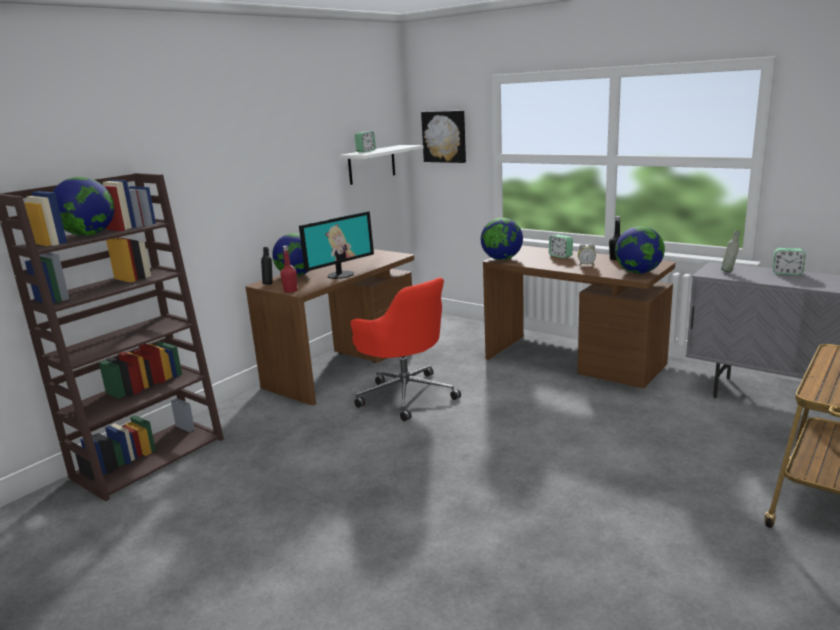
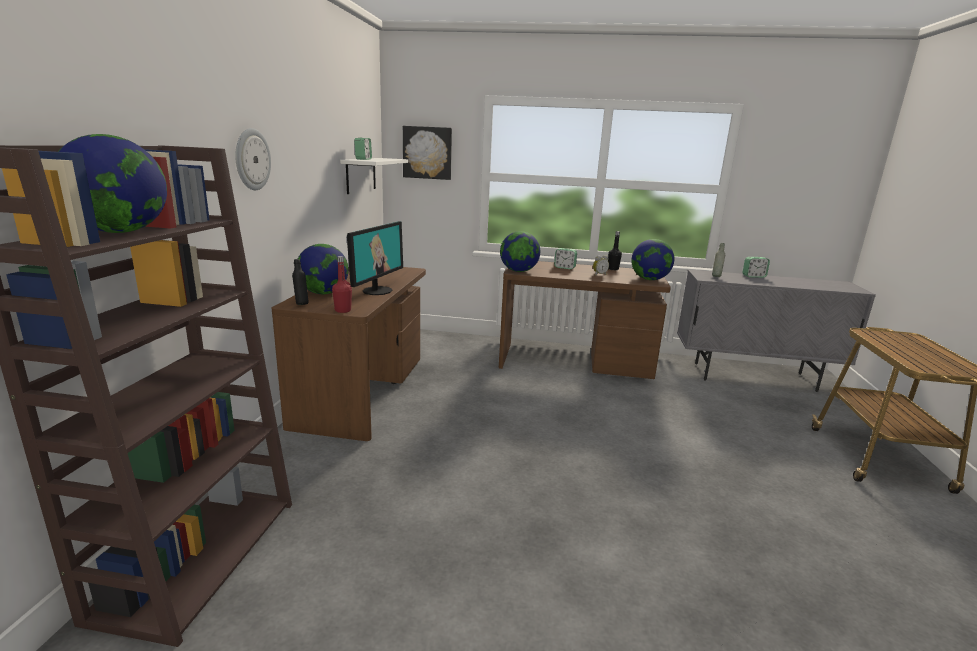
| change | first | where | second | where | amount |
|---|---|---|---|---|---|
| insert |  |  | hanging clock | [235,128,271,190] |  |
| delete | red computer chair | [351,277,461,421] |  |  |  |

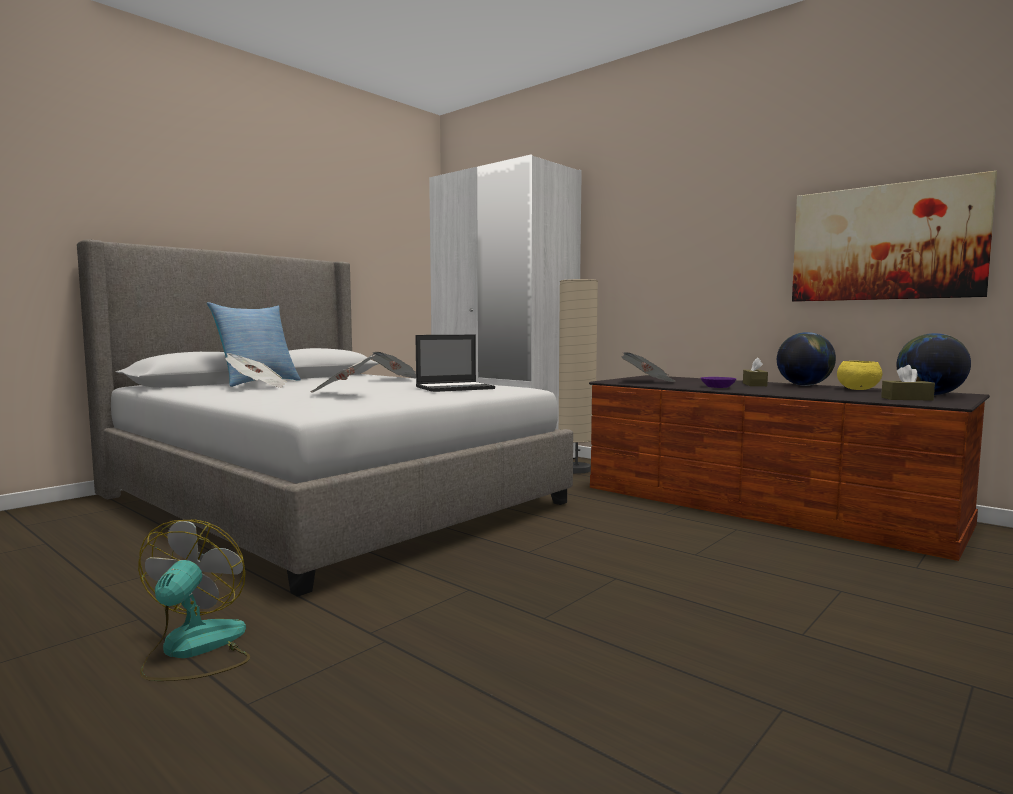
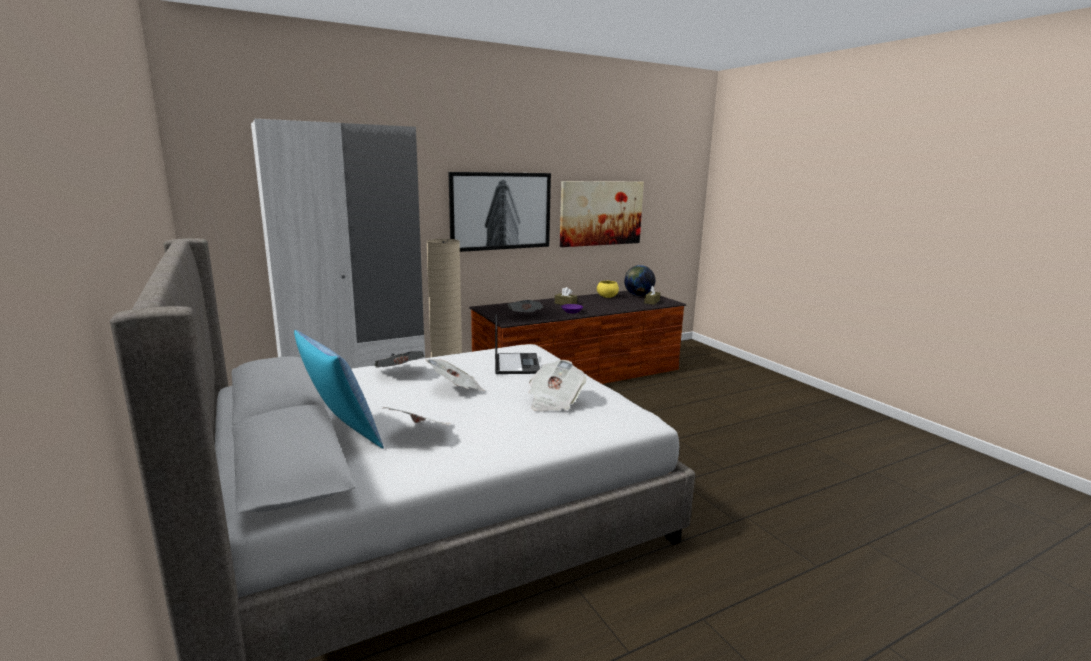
| change | first | where | second | where | amount |
|---|---|---|---|---|---|
| insert |  |  | newspaper | [425,359,485,391] |  |
| insert |  |  | wall picture | [449,172,551,252] |  |
| delete | cooling fan | [138,520,250,681] |  |  |  |
| delete | desk globe | [777,332,836,386] |  |  |  |

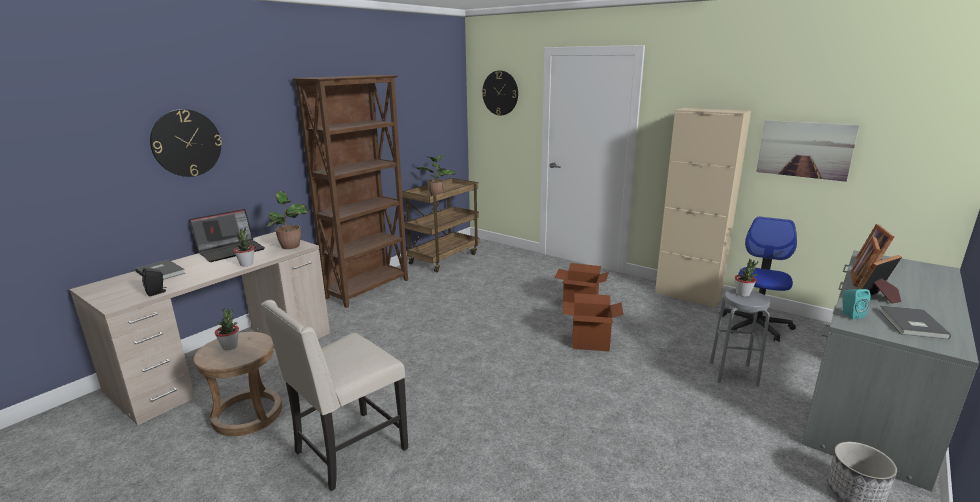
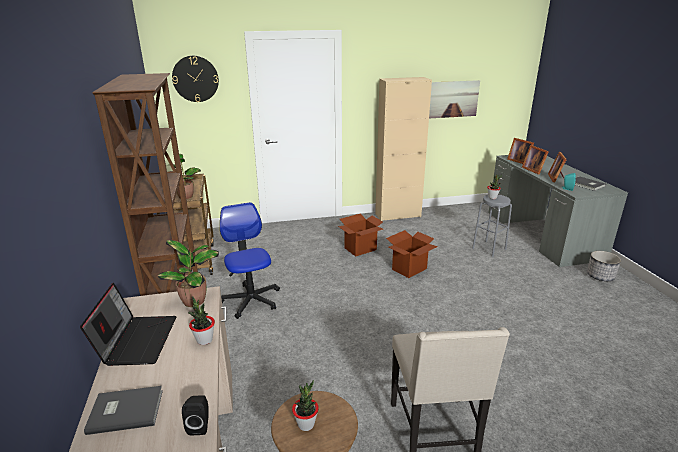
| change | first | where | second | where | amount |
|---|---|---|---|---|---|
| move | computer chair | [719,217,797,342] |  | [220,202,280,319] |  |
| delete | hanging clock | [150,109,222,177] |  |  |  |

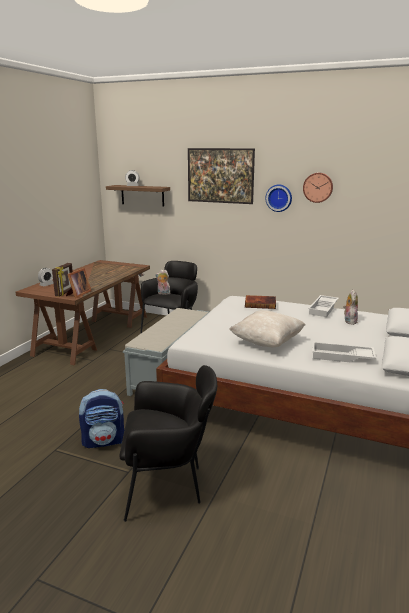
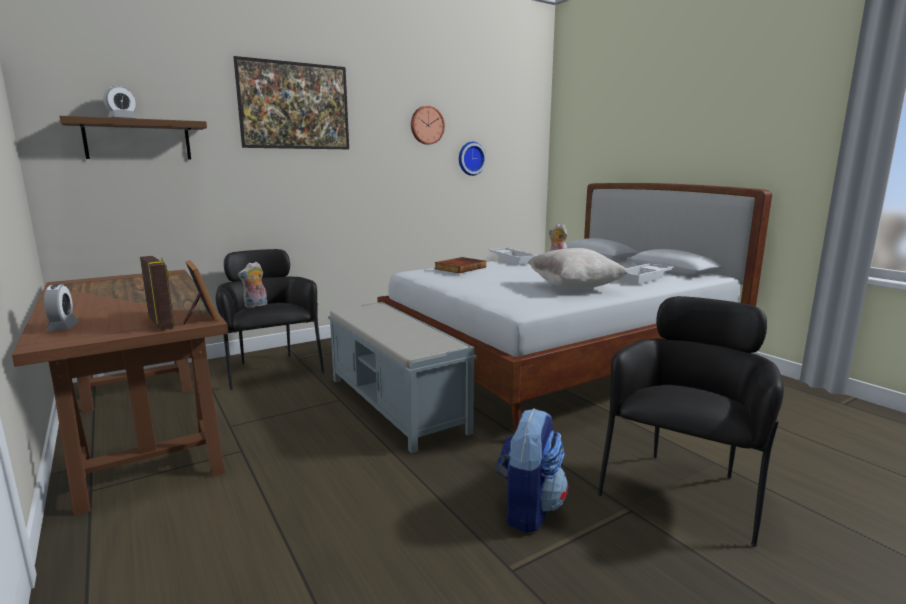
| change | first | where | second | where | amount |
|---|---|---|---|---|---|
| move | hanging clock | [266,184,292,212] |  | [459,142,487,176] |  |

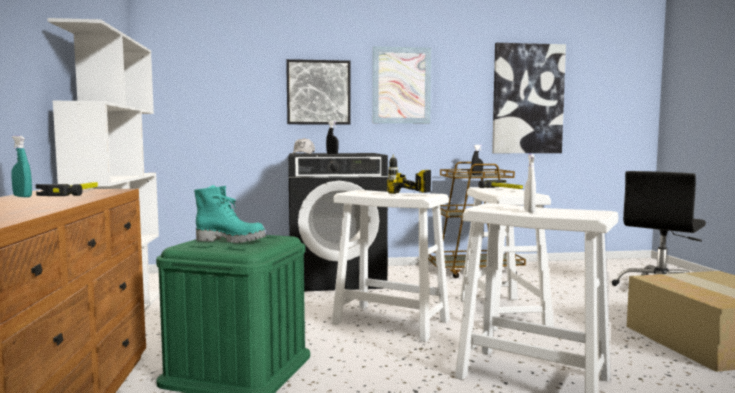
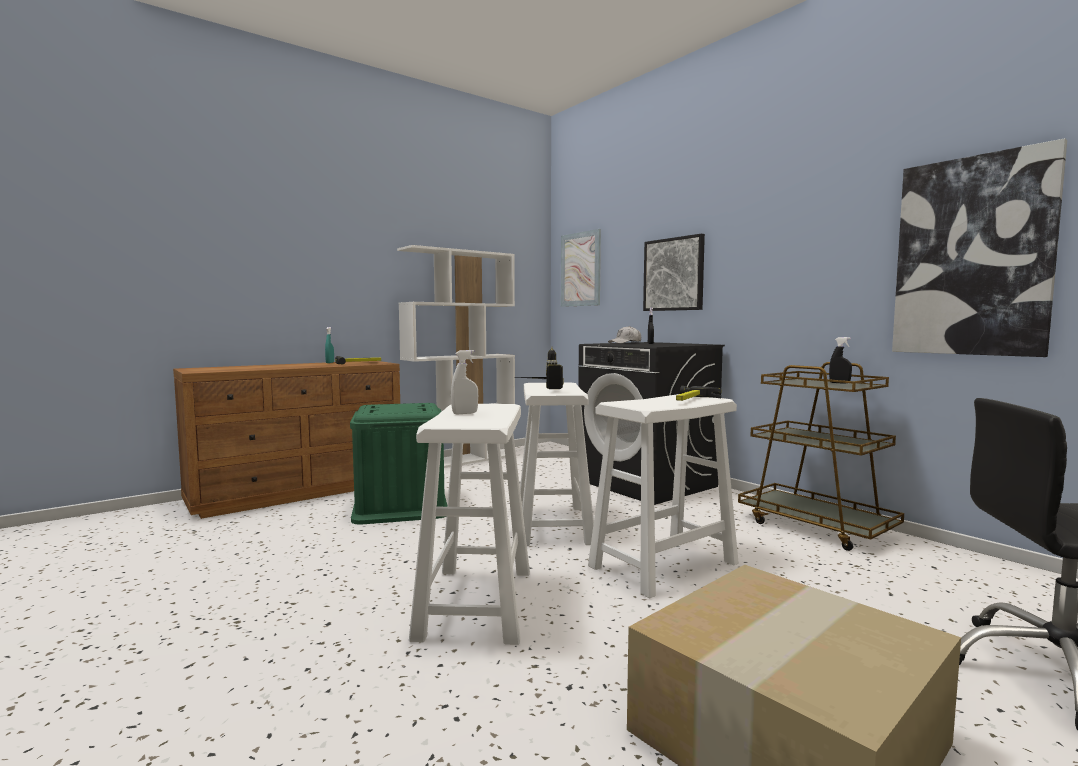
| change | first | where | second | where | amount |
|---|---|---|---|---|---|
| move | wall picture | [373,46,431,123] |  | [561,229,601,307] |  |
| delete | blue-green boot | [194,185,266,243] |  |  |  |

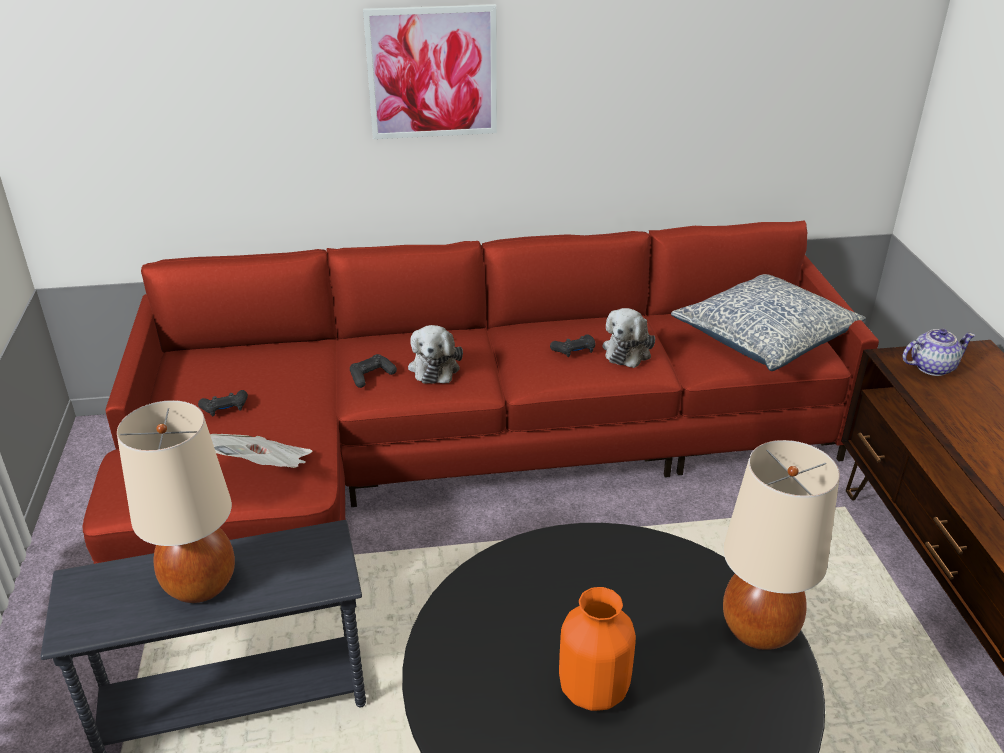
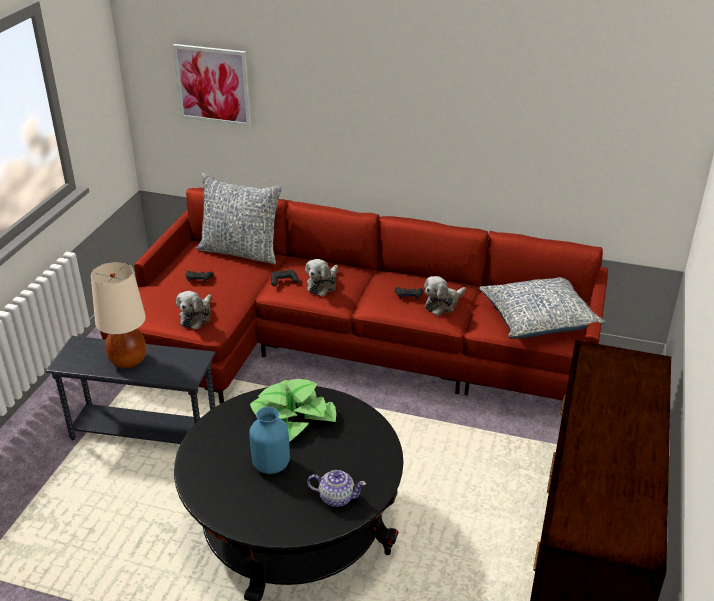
| change | first | where | second | where | amount |
|---|---|---|---|---|---|
| move | wall picture | [363,4,497,139] |  | [173,44,251,127] |  |
| replace | newspaper | [210,434,312,468] | soft toy | [176,291,211,329] |  |
| insert |  |  | cushion | [196,173,282,264] |  |
| recolor | orange-coloured vase | [559,587,636,711] | bluish vase | [249,407,290,474] |  |
| insert |  |  | plant in a pot | [250,379,336,442] |  |
| move | tea pot | [902,329,975,376] |  | [307,470,366,507] |  |
| delete | beige-coloured lamp for a table | [723,440,840,650] |  |  |  |

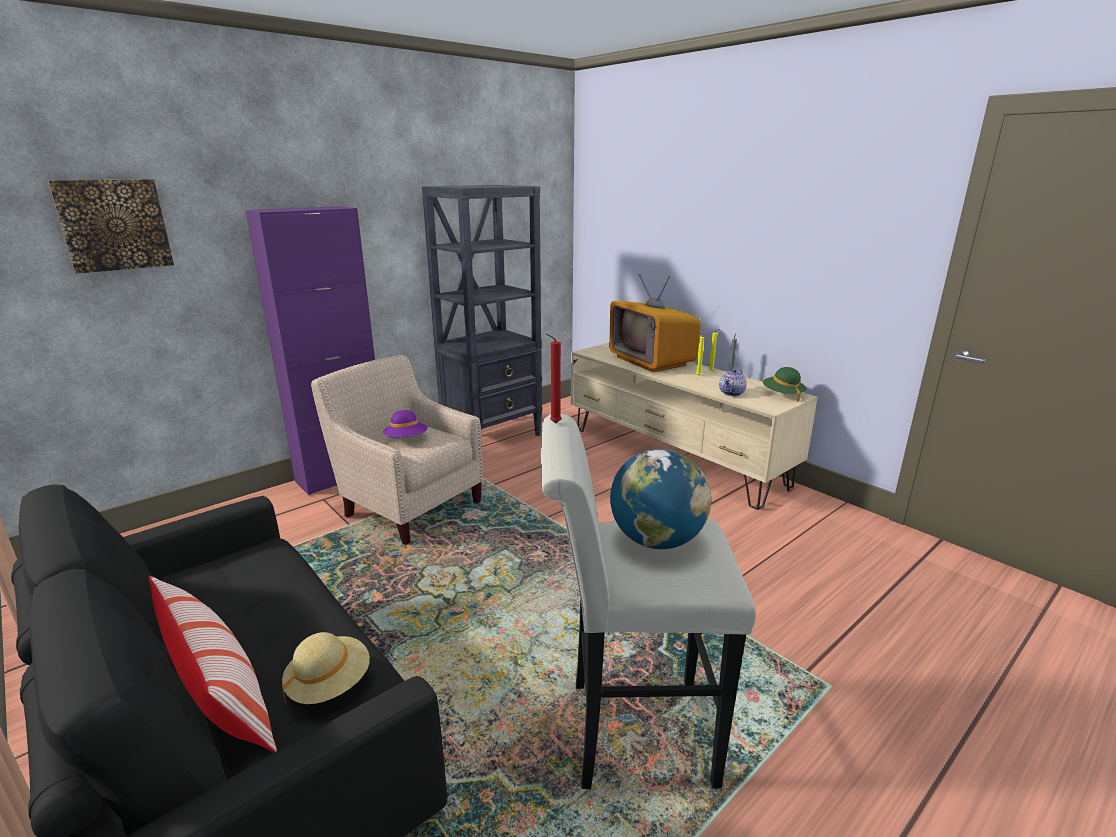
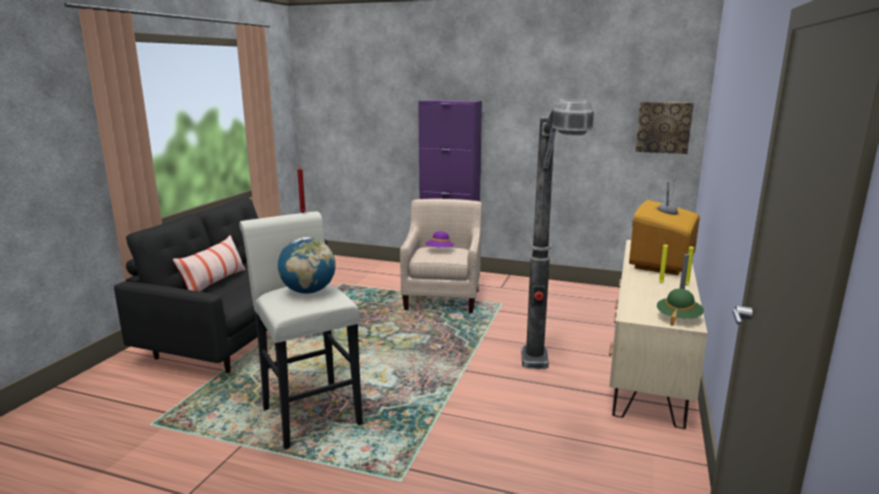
| change | first | where | second | where | amount |
|---|---|---|---|---|---|
| insert |  |  | floor lamp | [521,99,594,369] |  |
| move | wall picture | [48,179,174,274] |  | [635,102,694,154] |  |
| delete | beige-coloured wearable hat | [282,632,370,704] |  |  |  |
| delete | black bookcase | [422,185,543,436] |  |  |  |
| delete | tea pot | [719,369,747,396] |  |  |  |

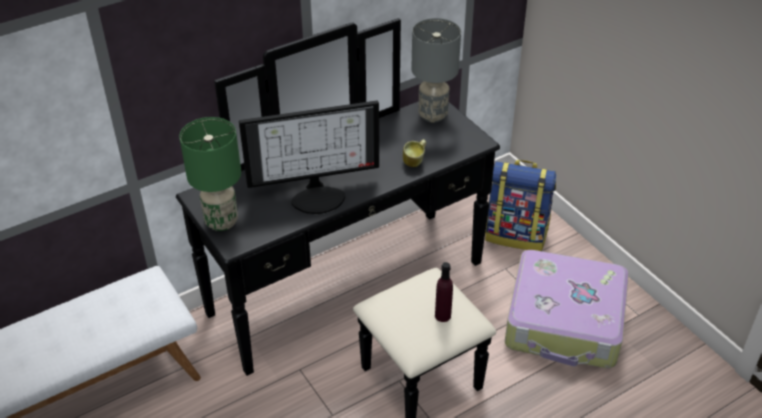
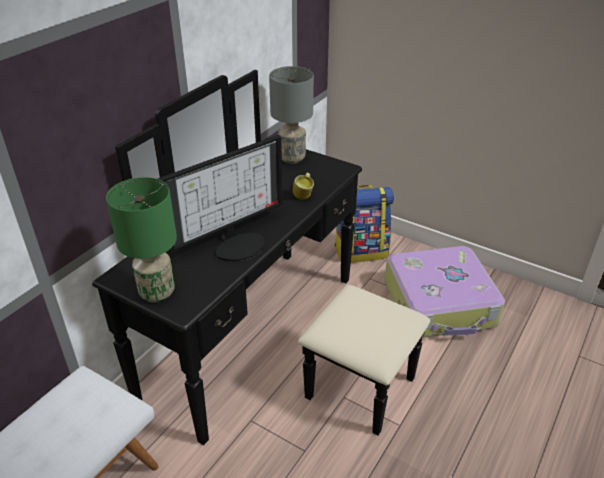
| change | first | where | second | where | amount |
|---|---|---|---|---|---|
| delete | purple-coloured drink bottle | [435,262,453,322] |  |  |  |

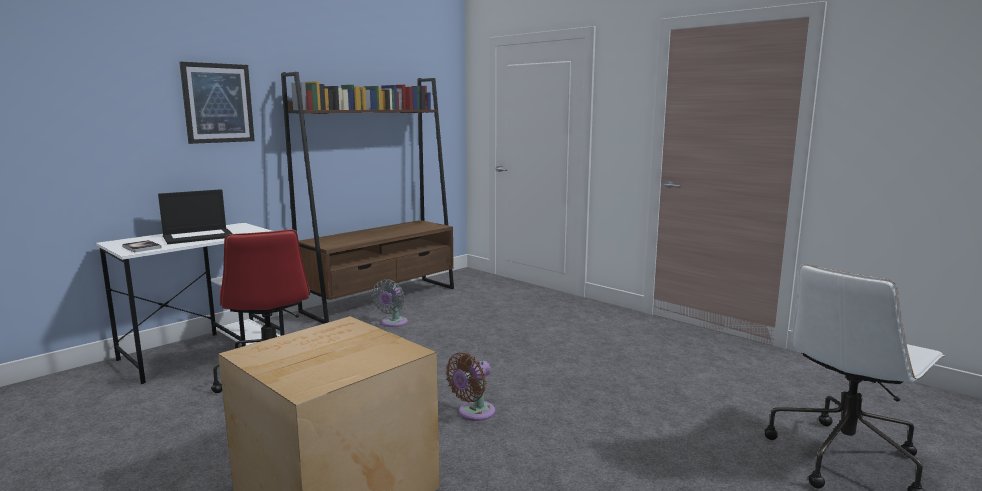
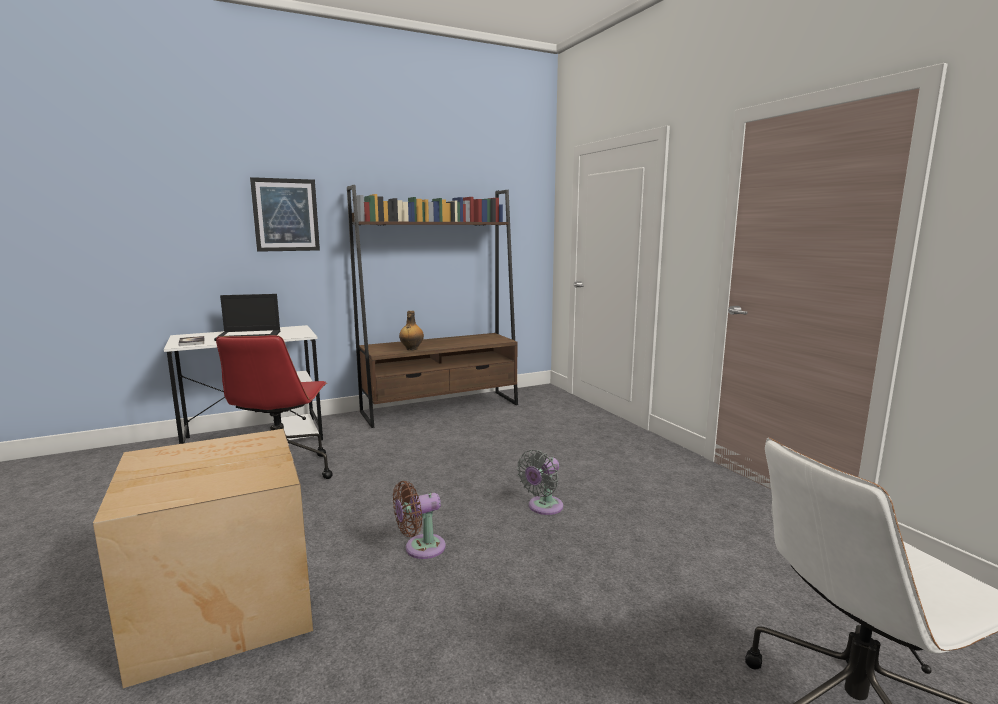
| change | first | where | second | where | amount |
|---|---|---|---|---|---|
| insert |  |  | drink bottle | [399,311,424,351] |  |
| move | gray cooling fan | [372,279,408,327] |  | [517,450,563,515] |  |

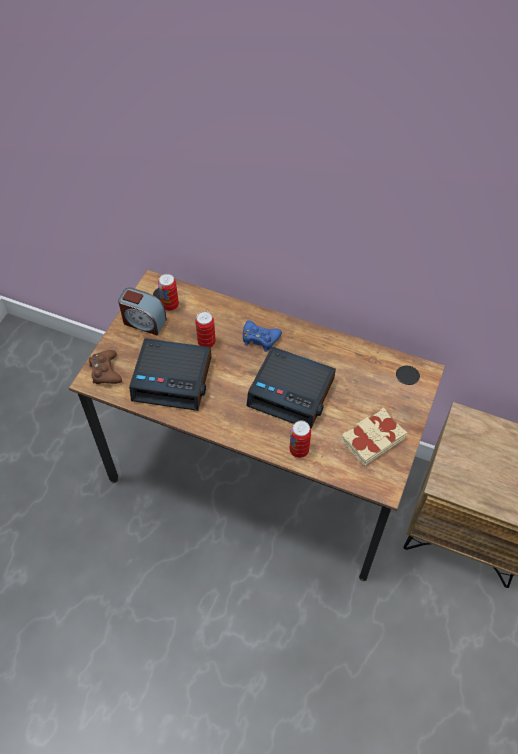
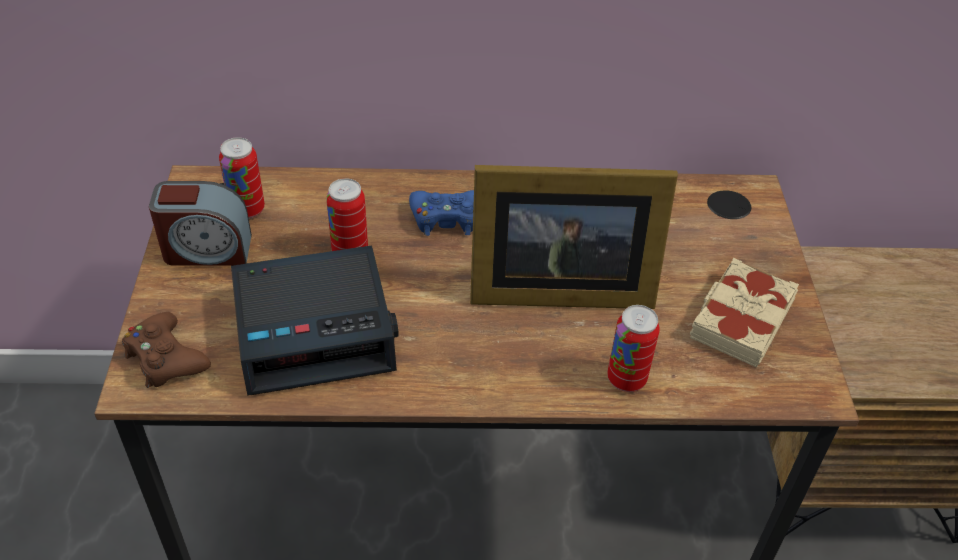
| change | first | where | second | where | amount |
|---|---|---|---|---|---|
| replace | bedside clock | [247,347,336,428] | standing frame | [470,165,678,309] |  |

